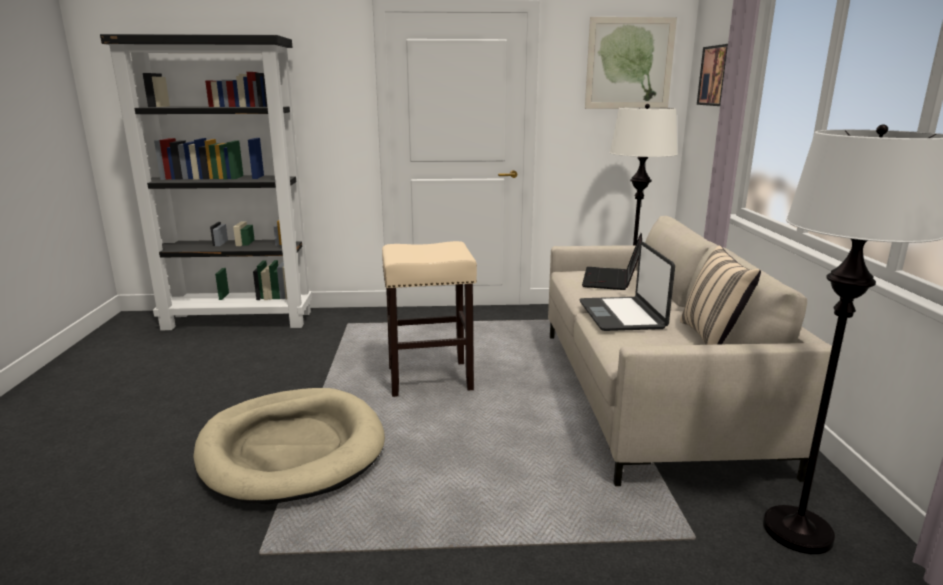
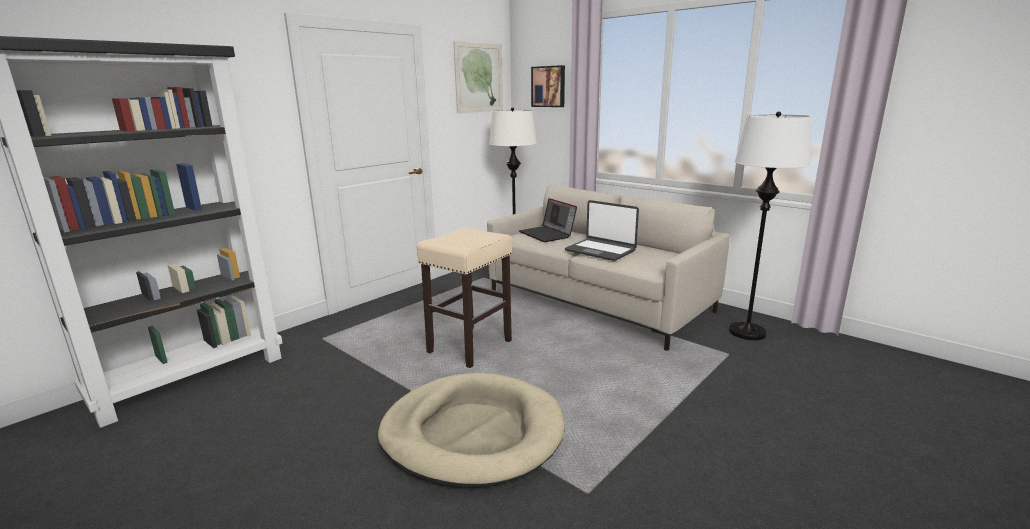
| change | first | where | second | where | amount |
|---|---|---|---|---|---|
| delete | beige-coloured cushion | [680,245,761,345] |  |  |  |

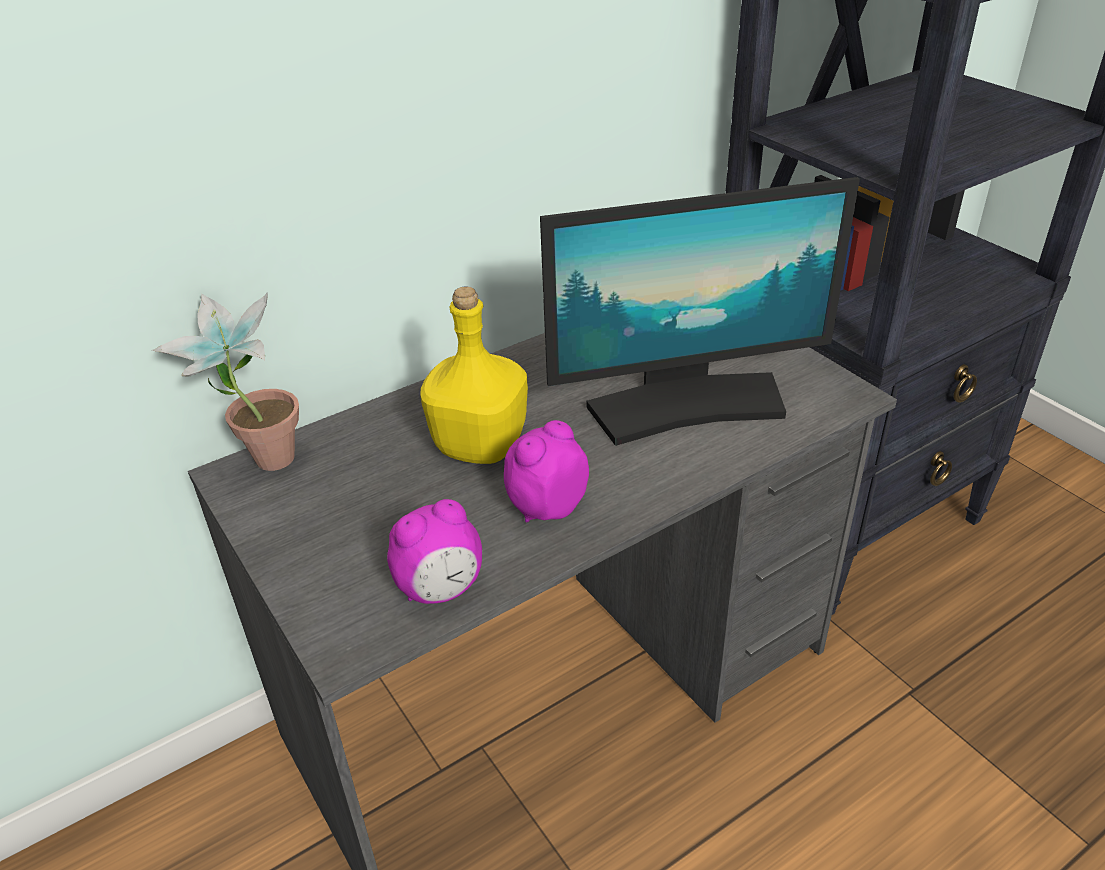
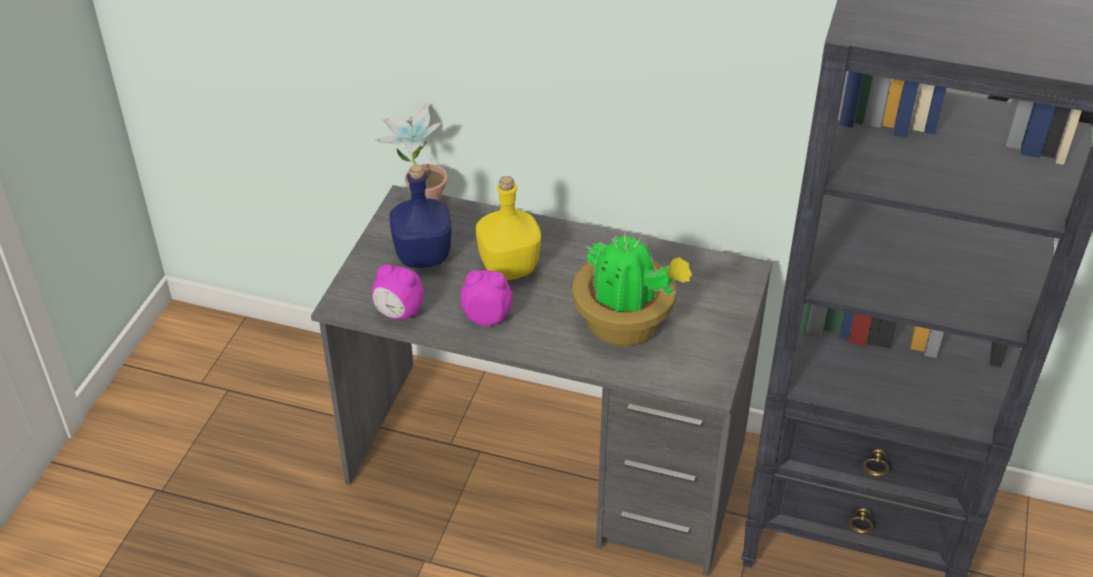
| change | first | where | second | where | amount |
|---|---|---|---|---|---|
| insert |  |  | bluish drink bottle | [390,165,452,268] |  |
| replace | computer screen | [540,177,860,446] | plant in a pot | [572,229,692,346] |  |

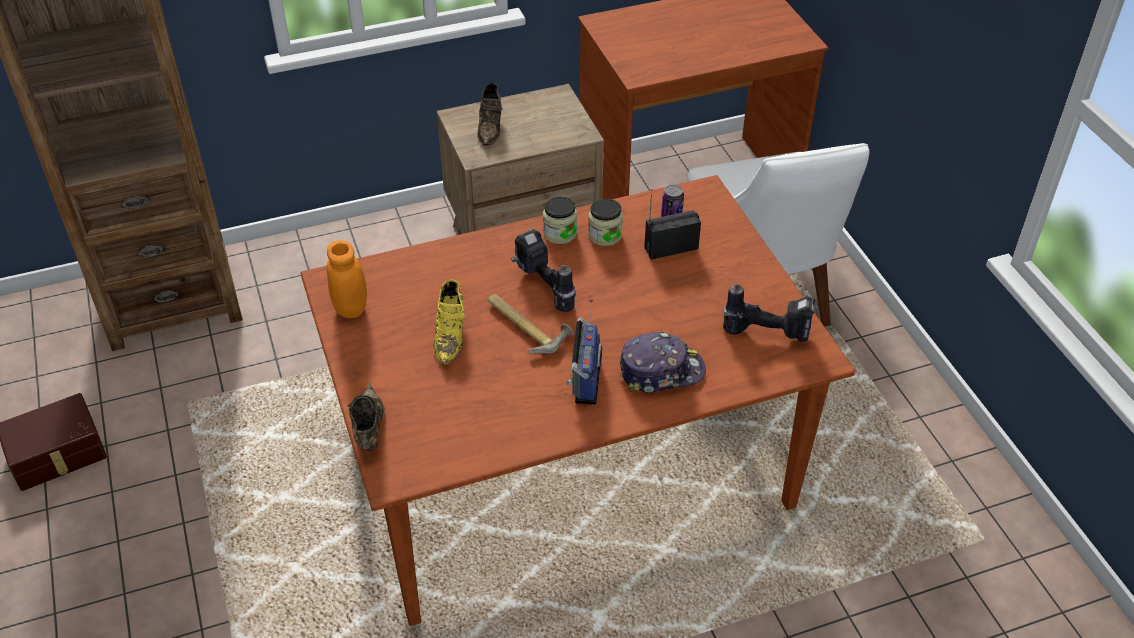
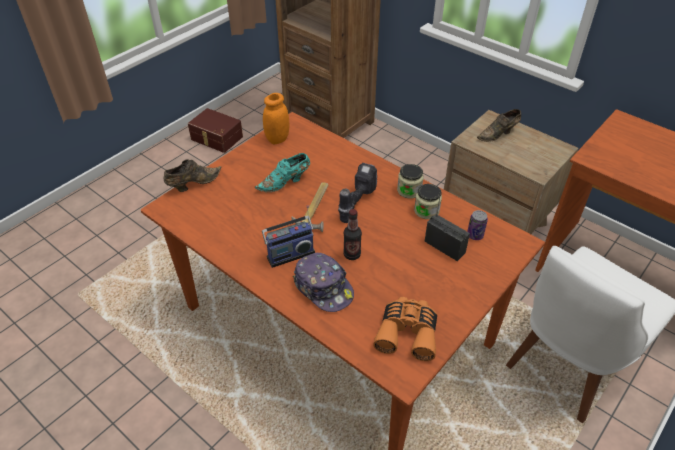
| change | first | where | second | where | amount |
|---|---|---|---|---|---|
| recolor | yellow low shoe | [433,279,465,365] | blue-green low shoe | [255,153,310,192] |  |
| insert |  |  | drink bottle | [343,209,362,260] |  |
| replace | electric drill | [723,284,815,342] | orange-coloured field glasses | [373,297,437,361] |  |

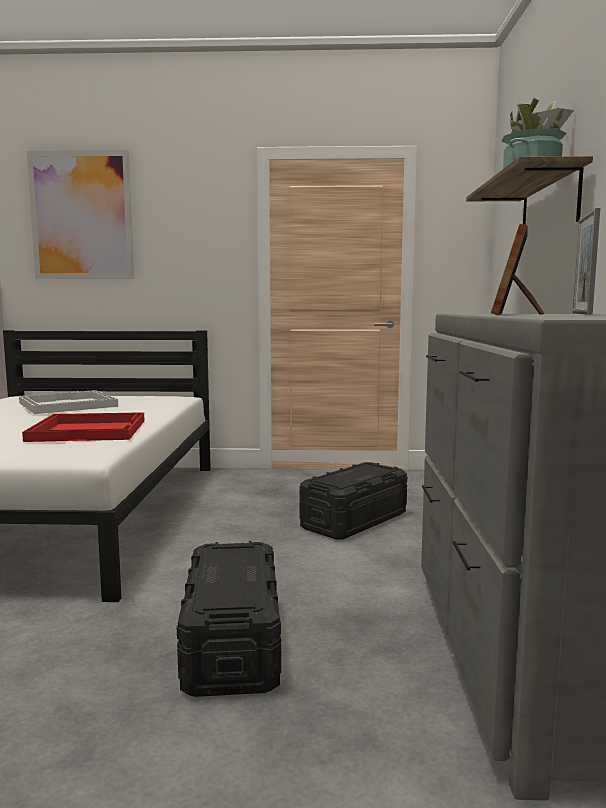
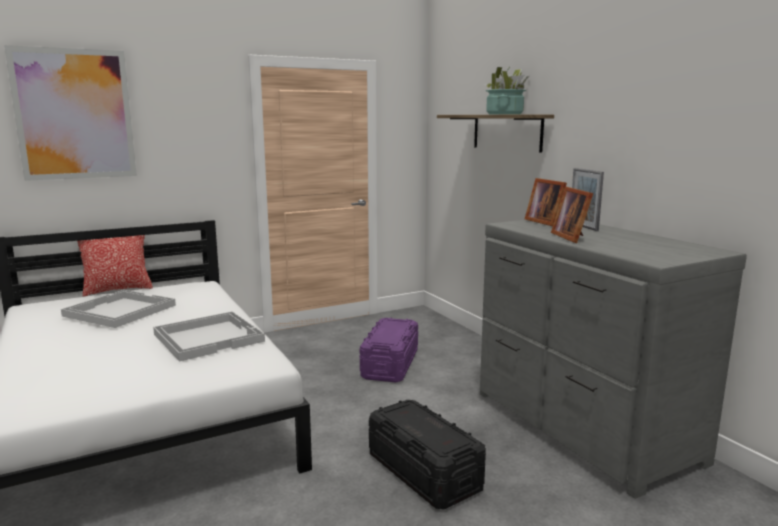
| change | first | where | second | where | amount |
|---|---|---|---|---|---|
| insert |  |  | cushion | [78,235,153,297] |  |
| recolor | red serving tray | [22,412,145,442] | whitish serving tray | [153,311,265,362] |  |
| recolor | black storage box | [299,462,407,539] | purple-coloured storage box | [360,317,418,382] |  |
| insert |  |  | standing frame | [525,178,567,226] |  |

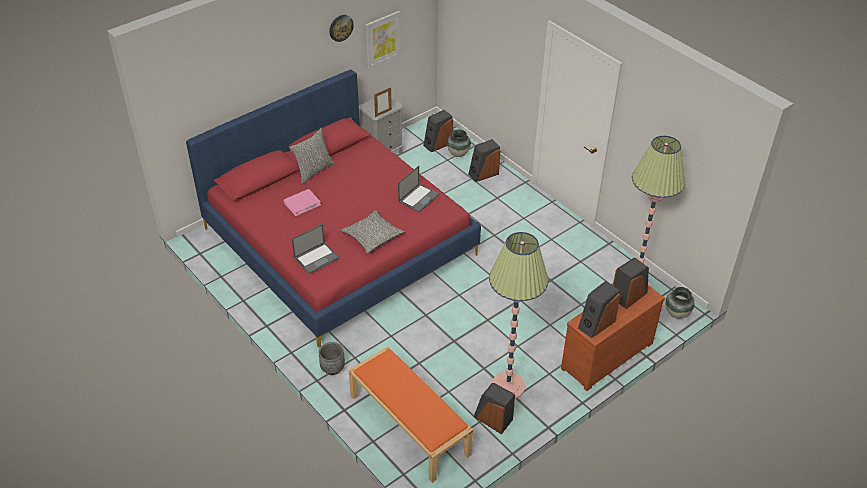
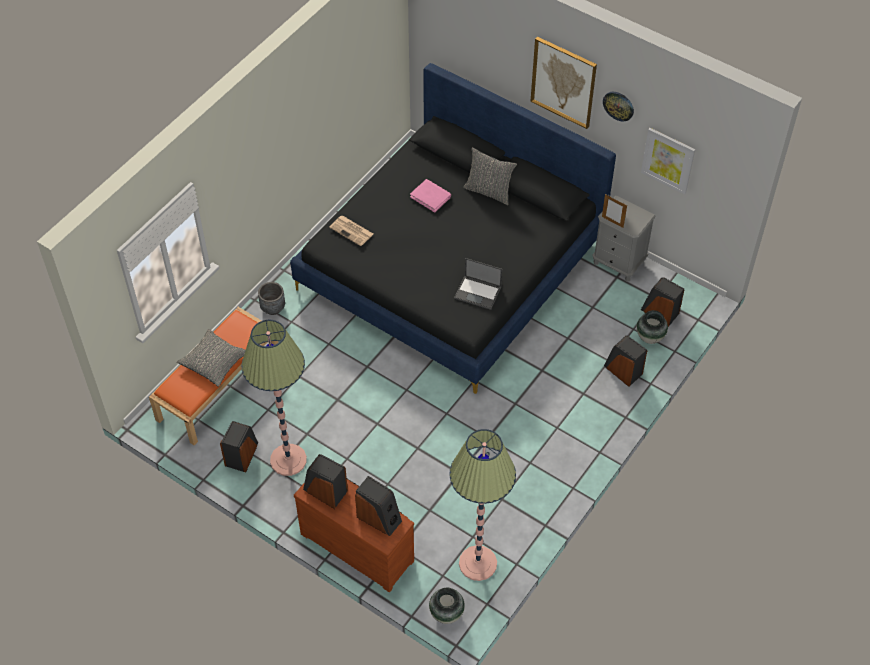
| change | first | where | second | where | amount |
|---|---|---|---|---|---|
| move | gray cushion | [341,210,404,253] |  | [177,329,246,387] |  |
| recolor | red sleeping bed | [186,70,481,348] | black sleeping bed | [290,63,616,394] |  |
| replace | portable computer | [292,224,340,274] | newspaper | [329,216,373,246] |  |
| insert |  |  | wall picture | [530,37,597,129] |  |

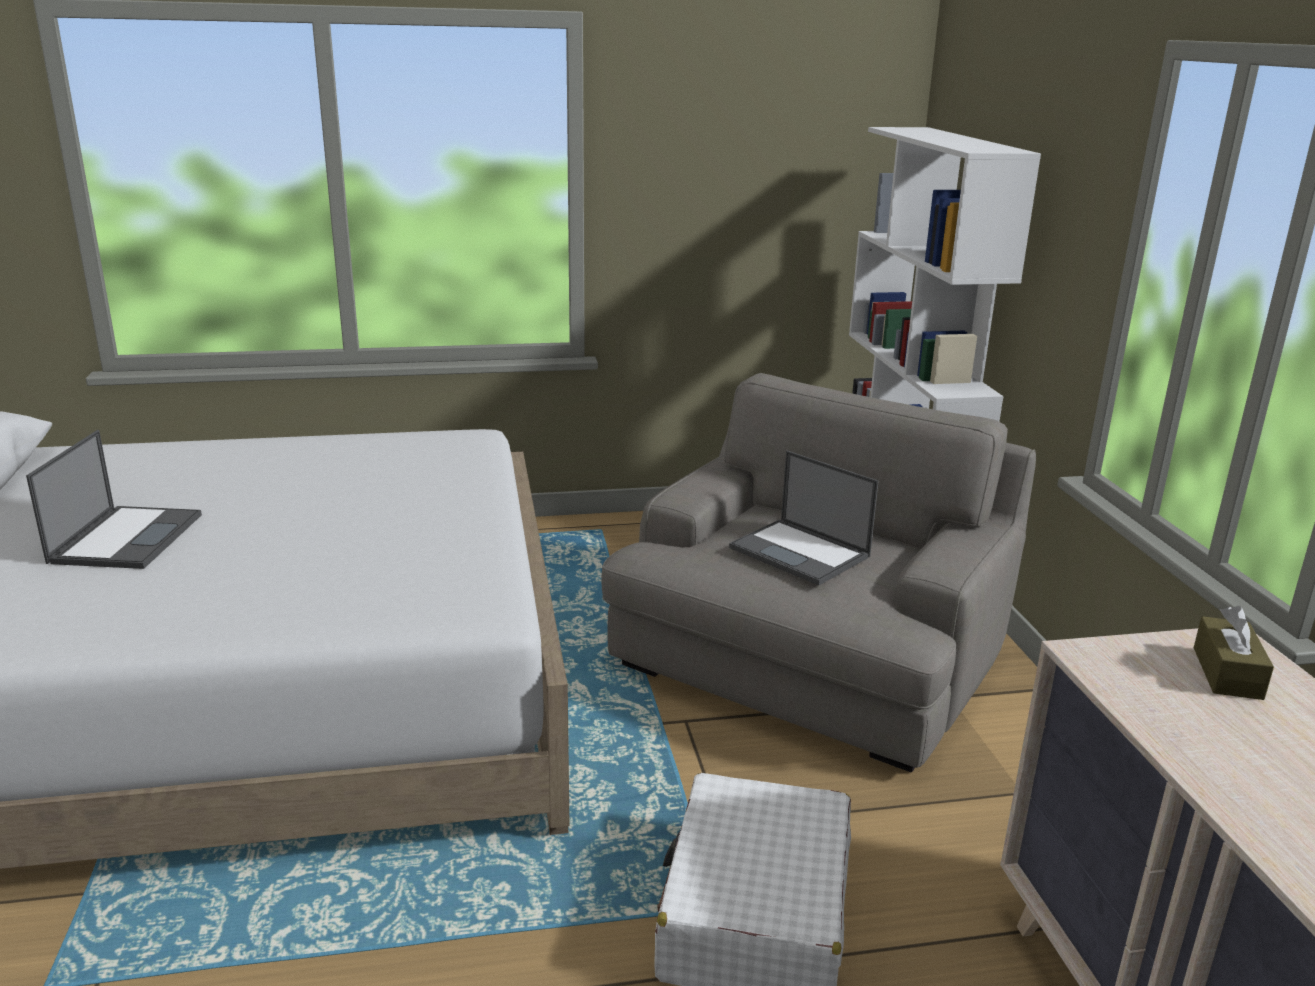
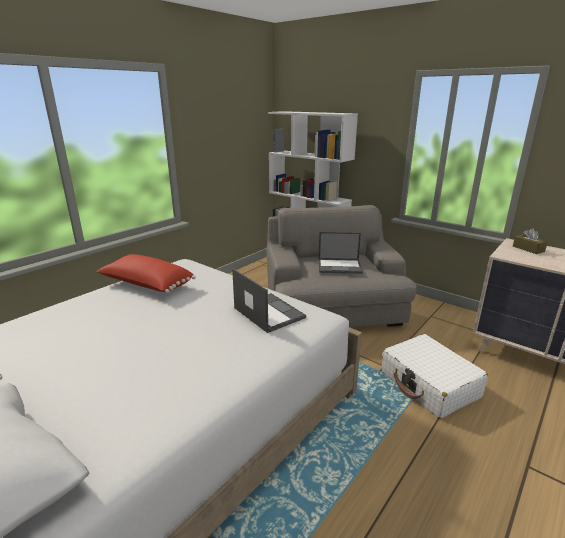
| change | first | where | second | where | amount |
|---|---|---|---|---|---|
| insert |  |  | red cushion | [97,254,196,293] |  |
| move | portable computer | [26,430,202,569] |  | [232,269,306,333] |  |

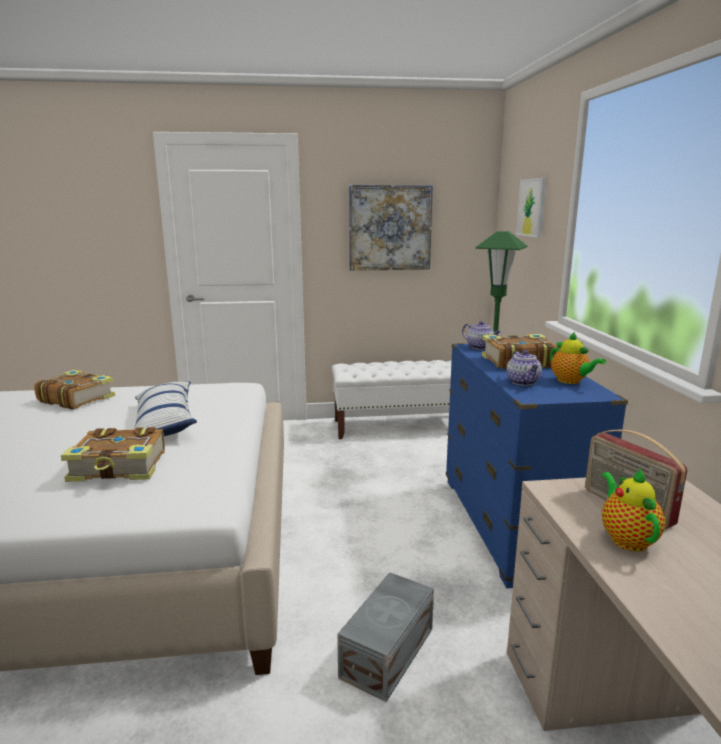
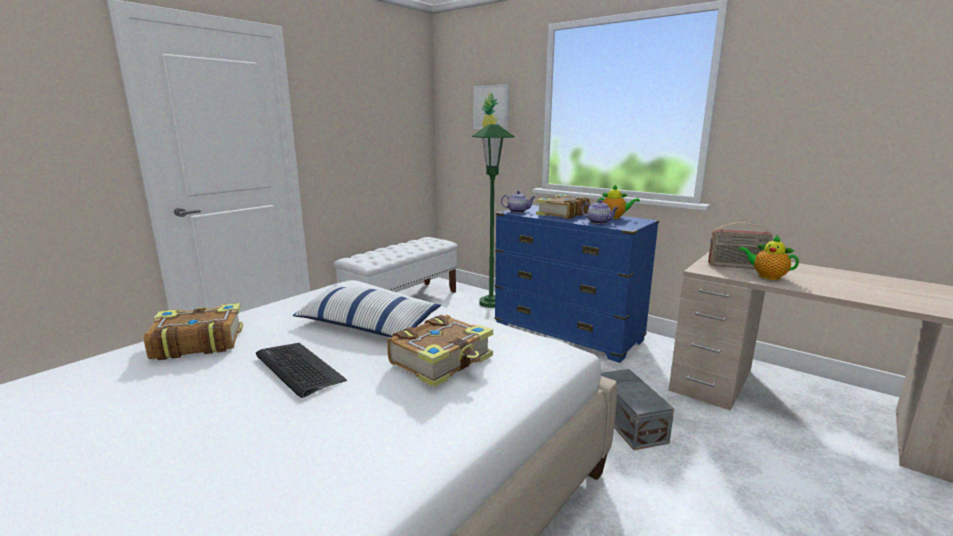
| change | first | where | second | where | amount |
|---|---|---|---|---|---|
| insert |  |  | PC keyboard | [256,343,347,398] |  |
| delete | wall picture | [349,185,433,271] |  |  |  |

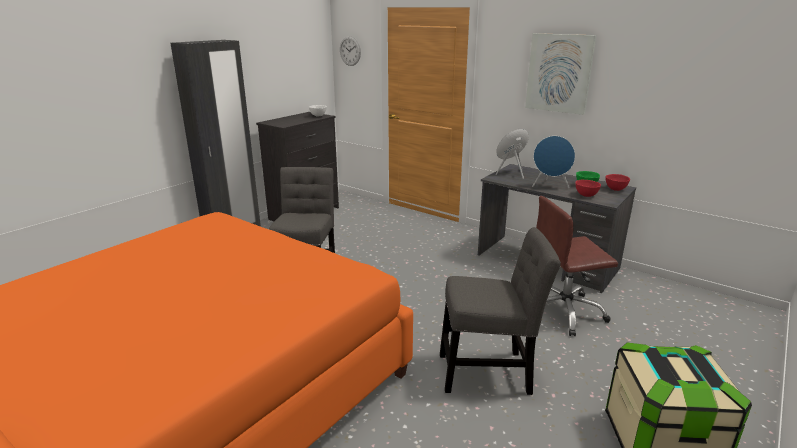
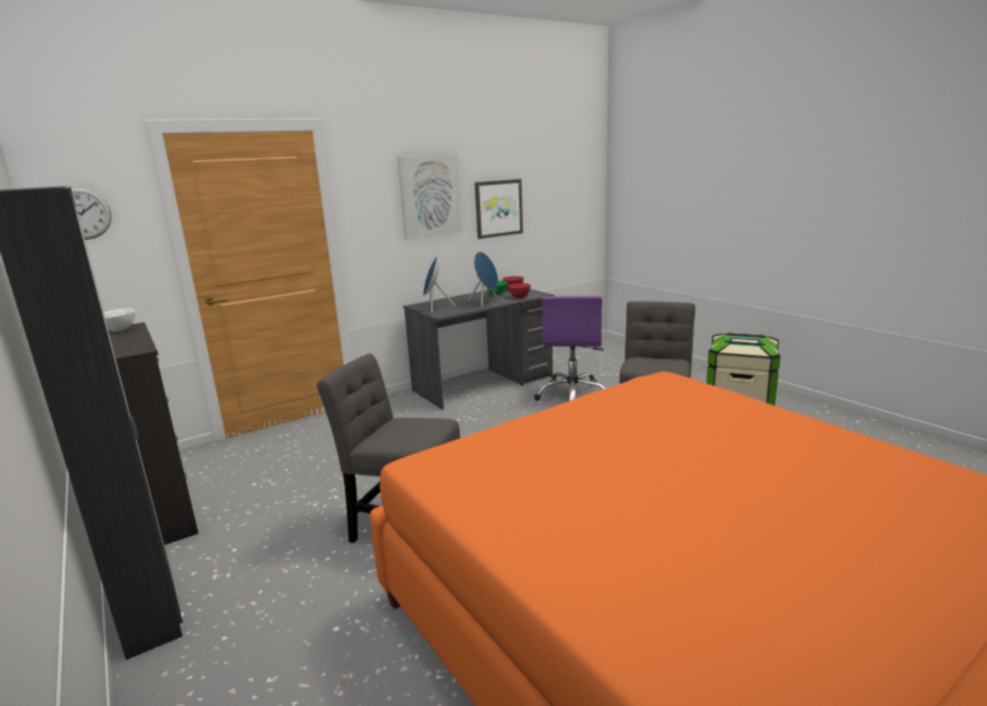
| change | first | where | second | where | amount |
|---|---|---|---|---|---|
| insert |  |  | wall picture | [475,179,523,239] |  |
| recolor | brown-coloured computer chair | [536,196,618,336] | purple-coloured computer chair | [534,296,606,401] |  |

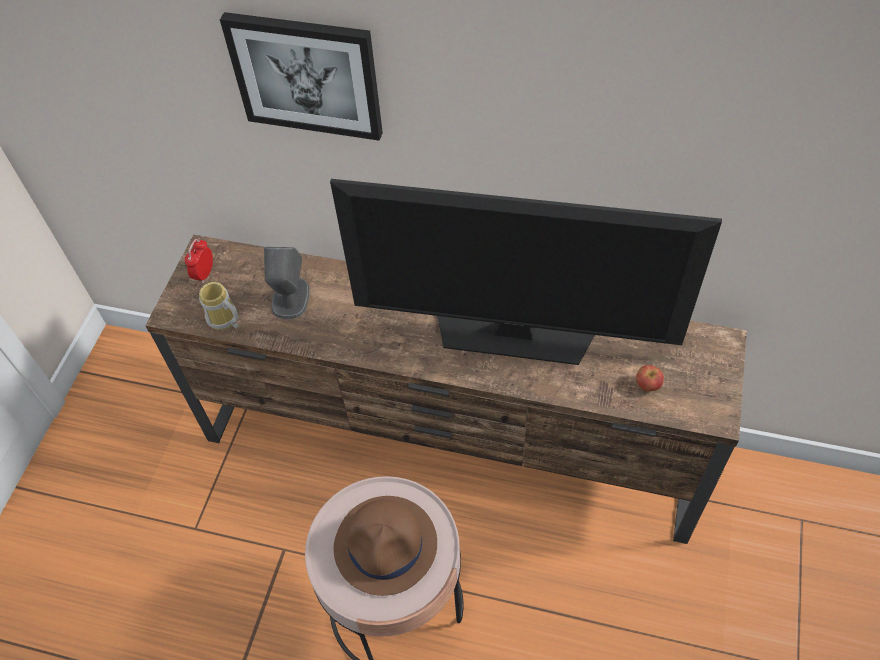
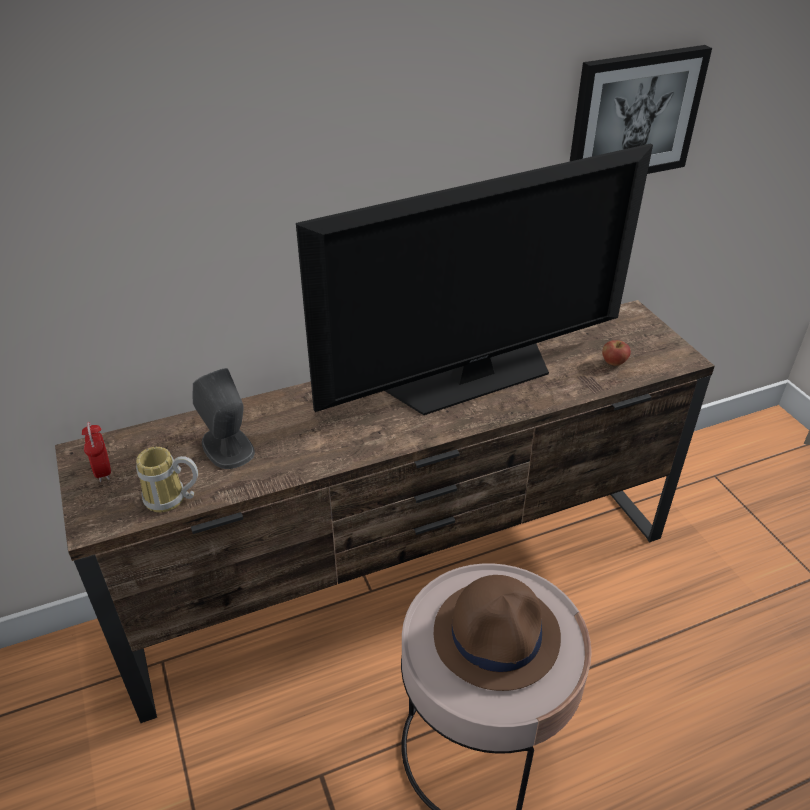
| change | first | where | second | where | amount |
|---|---|---|---|---|---|
| move | wall picture | [220,12,383,141] |  | [570,45,712,174] |  |

